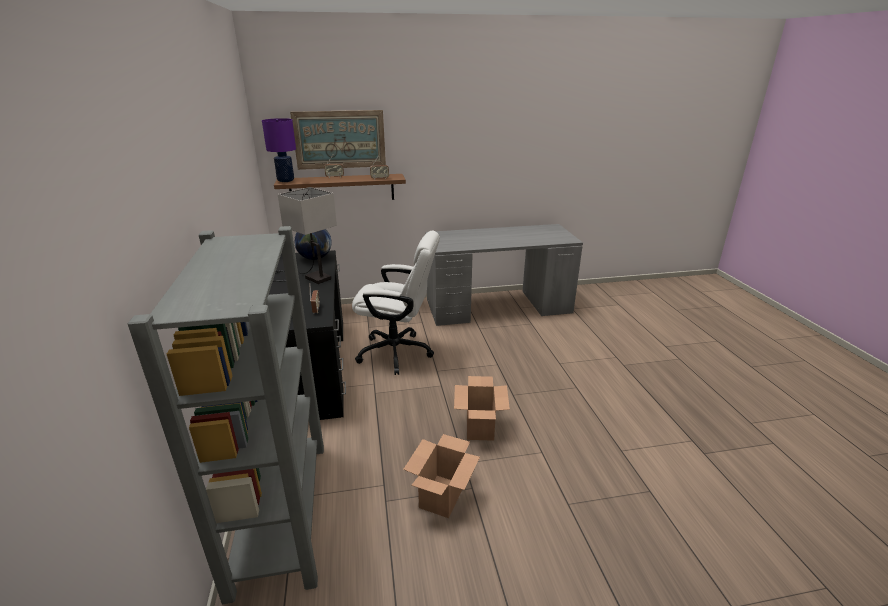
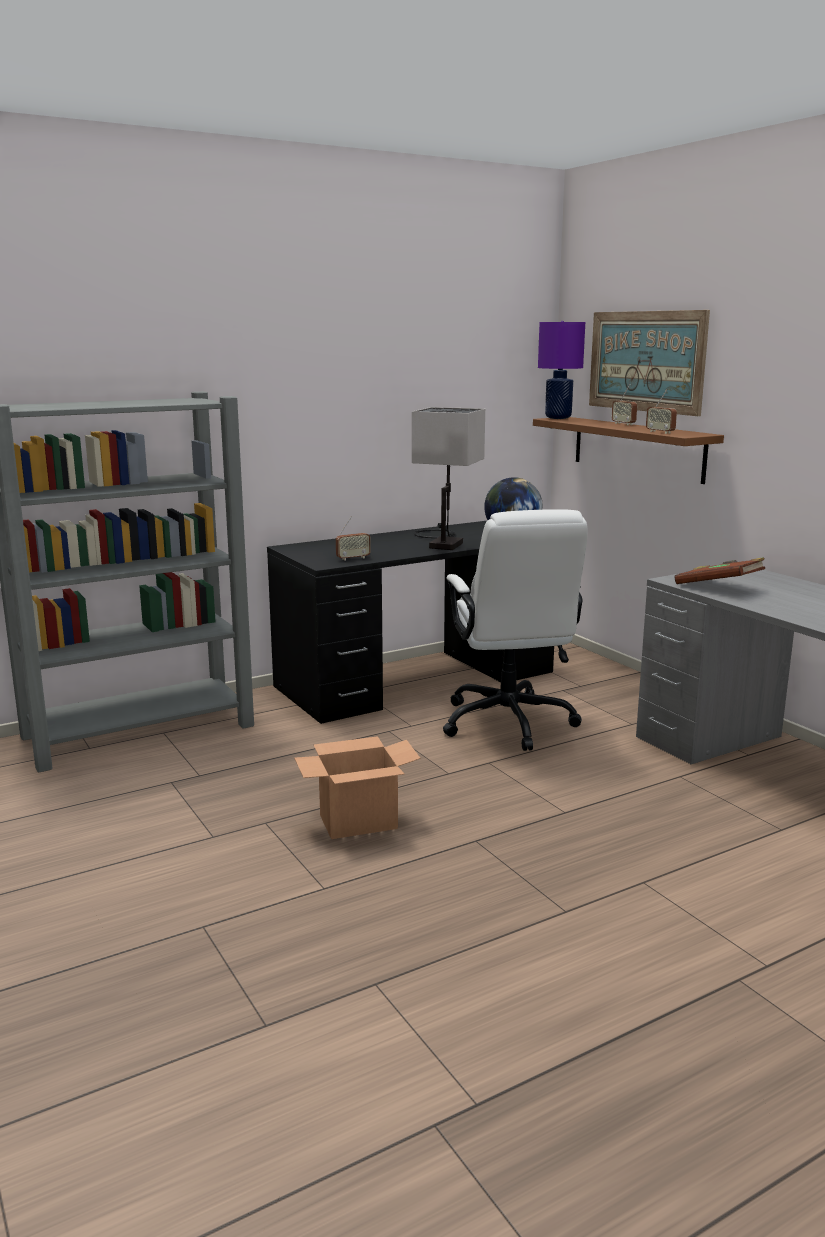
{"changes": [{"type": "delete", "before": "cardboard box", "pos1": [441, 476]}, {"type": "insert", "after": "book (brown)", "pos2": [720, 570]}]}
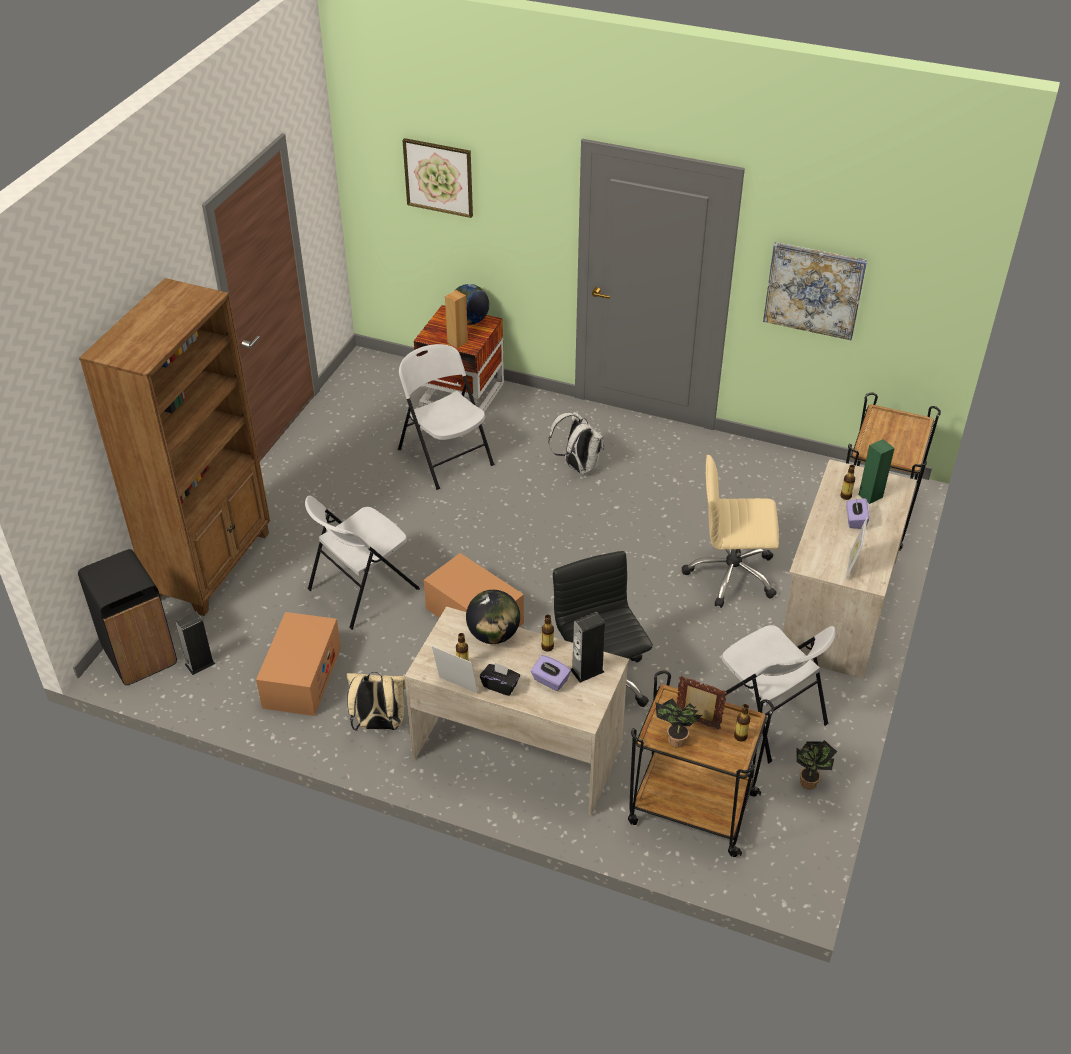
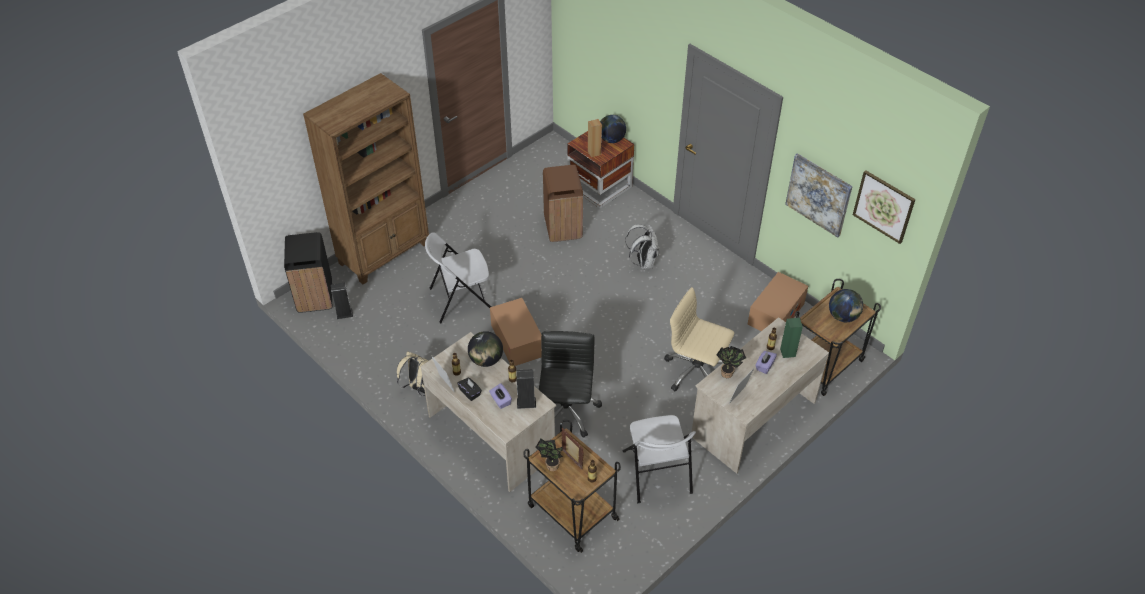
{"changes": [{"type": "insert", "after": "globe", "pos2": [846, 305]}, {"type": "move", "before": "cardboard box", "pos1": [298, 664], "pos2": [777, 301]}, {"type": "move", "before": "picture", "pos1": [438, 178], "pos2": [884, 207]}, {"type": "move", "before": "potted plant", "pos1": [816, 765], "pos2": [731, 362]}, {"type": "replace", "before": "chair (white)", "after": "trash can (brown)", "pos1": [446, 417], "pos2": [563, 203]}]}
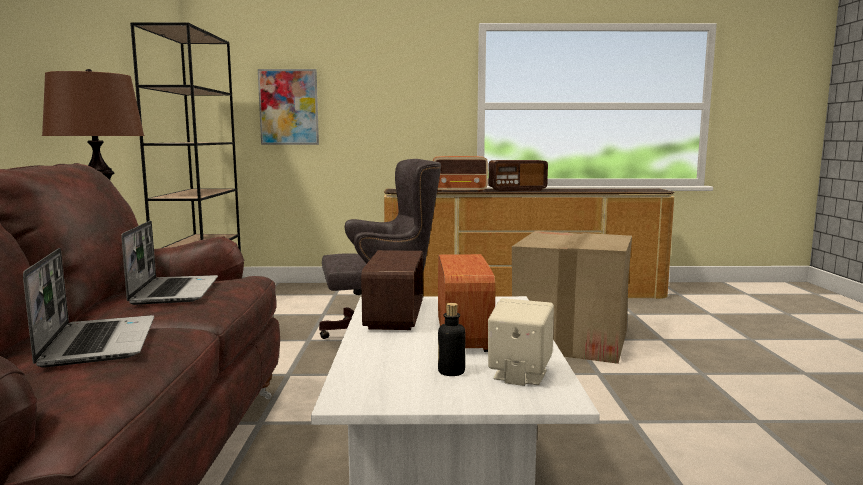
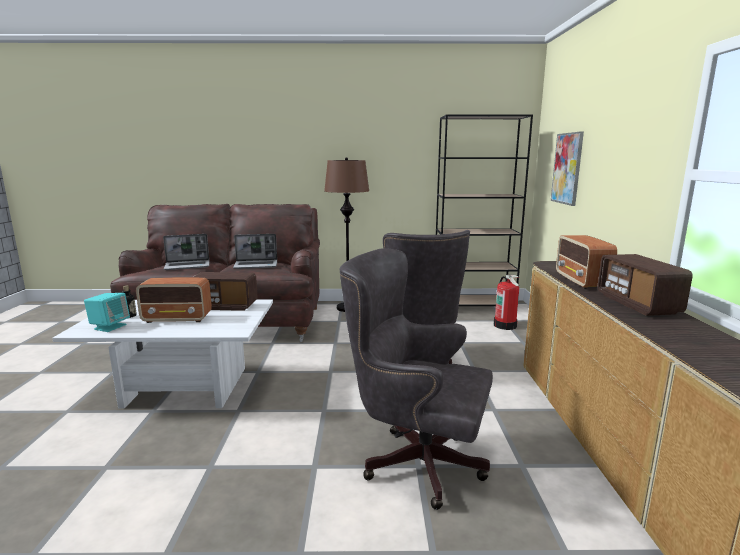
{"changes": [{"type": "insert", "after": "fire extinguisher", "pos2": [506, 302]}, {"type": "replace", "before": "cardboard box", "after": "office chair (grey)", "pos1": [572, 297], "pos2": [416, 379]}, {"type": "recolor", "before": "speaker (beige)", "after": "speaker (turquoise)", "pos1": [521, 342], "pos2": [107, 312]}]}
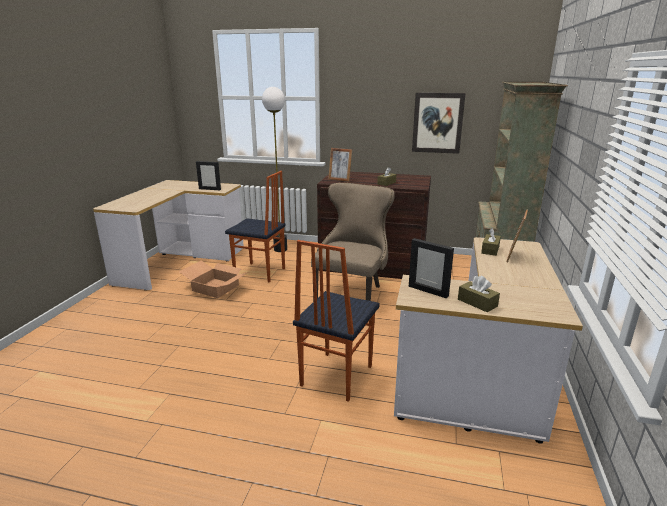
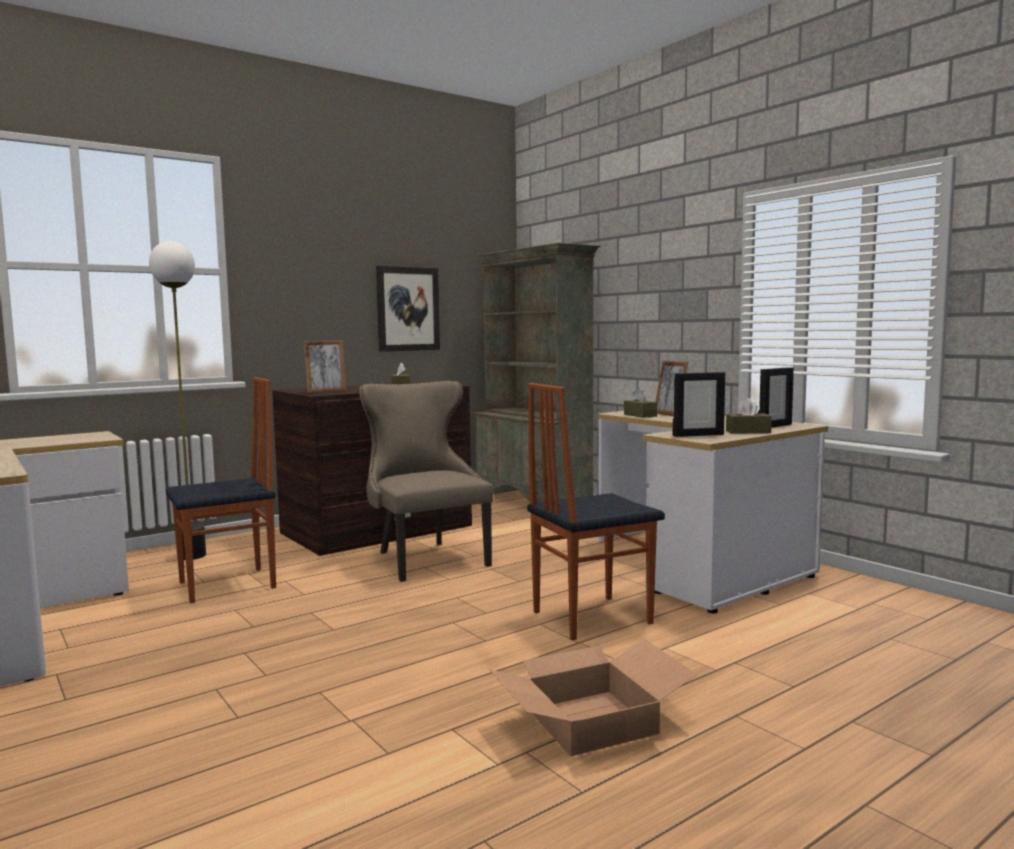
{"changes": [{"type": "move", "before": "cardboard box", "pos1": [214, 279], "pos2": [593, 698]}, {"type": "move", "before": "picture frame", "pos1": [208, 175], "pos2": [775, 397]}, {"type": "rotate", "before": "chair", "pos1": [336, 321], "pos2": [596, 511], "turn": 90}]}
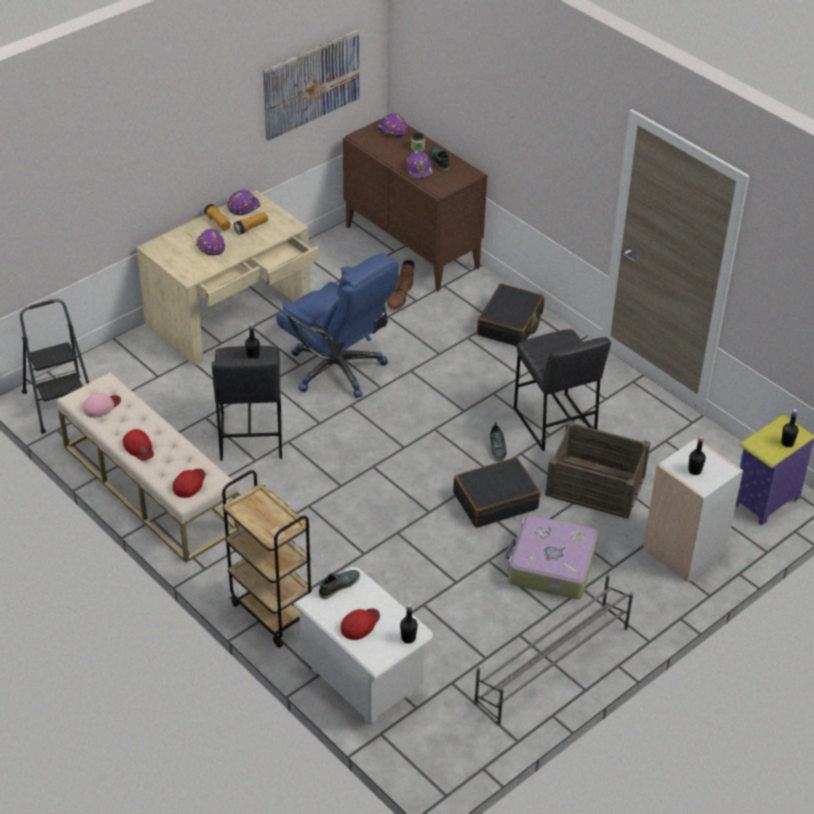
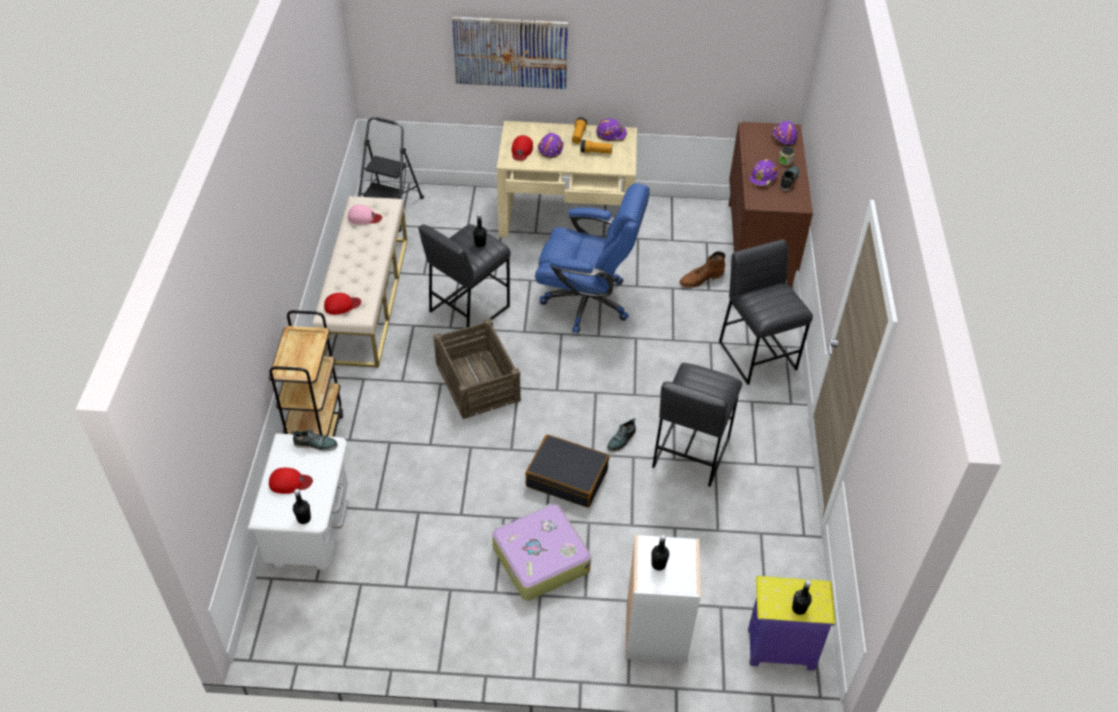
{"changes": [{"type": "delete", "before": "shoe rack (grey)", "pos1": [553, 649]}, {"type": "move", "before": "cap (red)", "pos1": [138, 445], "pos2": [522, 148]}, {"type": "move", "before": "picture", "pos1": [311, 85], "pos2": [510, 52]}, {"type": "move", "before": "crate", "pos1": [598, 469], "pos2": [477, 368]}, {"type": "replace", "before": "suitcase (black)", "after": "stool (grey)", "pos1": [510, 315], "pos2": [766, 312]}, {"type": "rotate", "before": "office chair (blue)", "pos1": [337, 325], "pos2": [592, 258], "turn": -75}]}
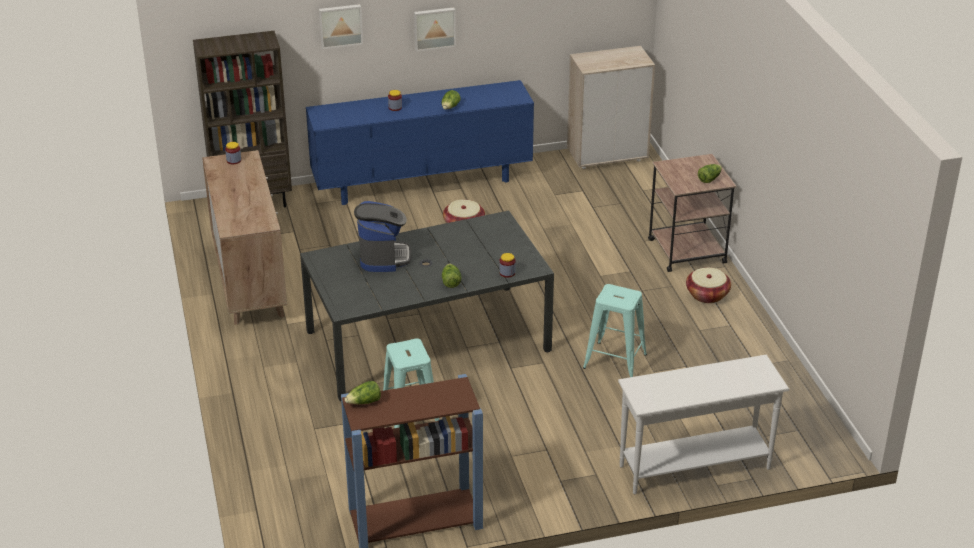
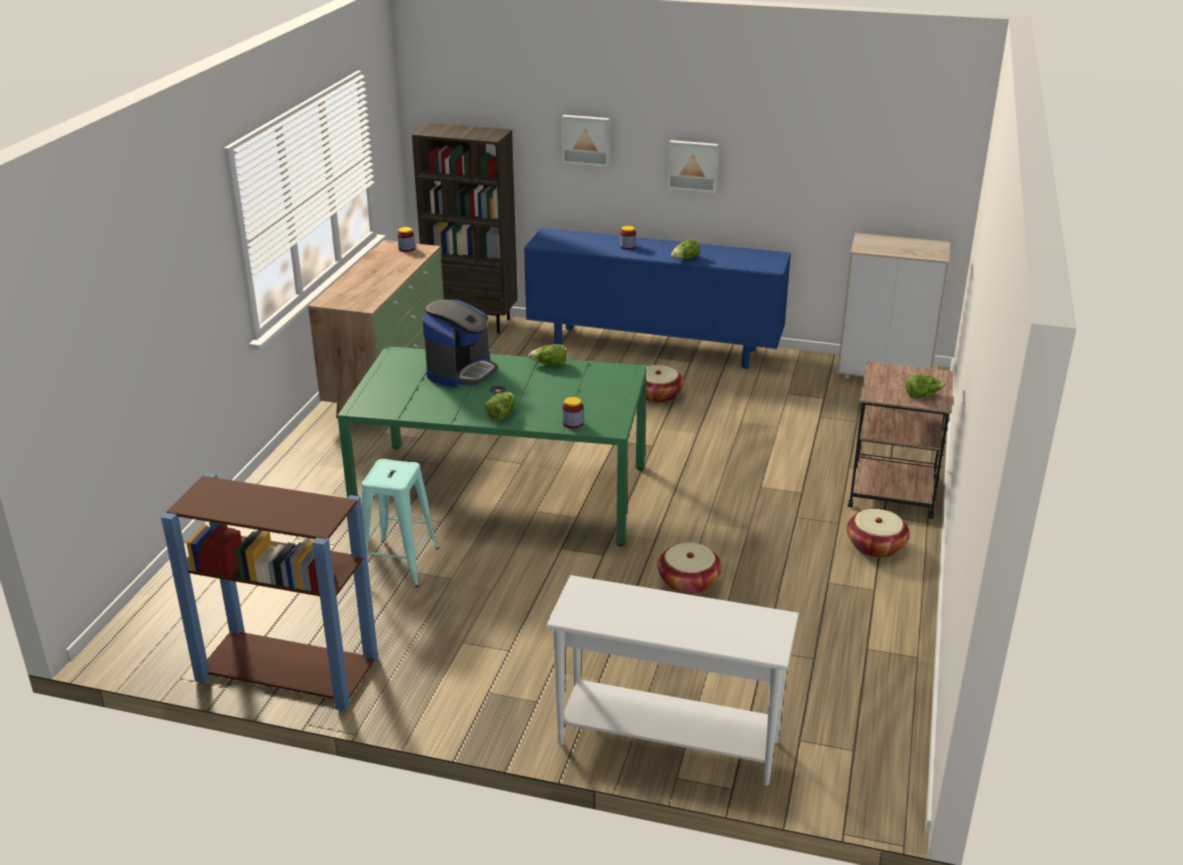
{"changes": [{"type": "move", "before": "lettuce", "pos1": [363, 392], "pos2": [547, 355]}, {"type": "replace", "before": "stool (turquoise)", "after": "basket", "pos1": [615, 330], "pos2": [689, 568]}, {"type": "recolor", "before": "dining table (grey)", "after": "dining table (green)", "pos1": [427, 305], "pos2": [492, 446]}]}
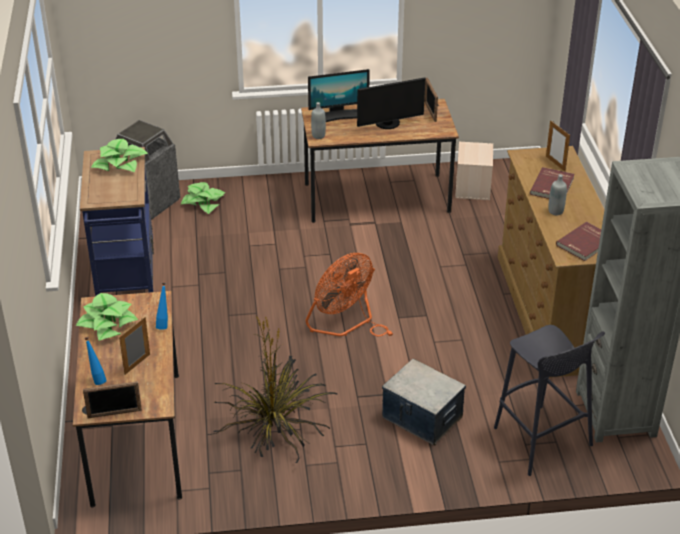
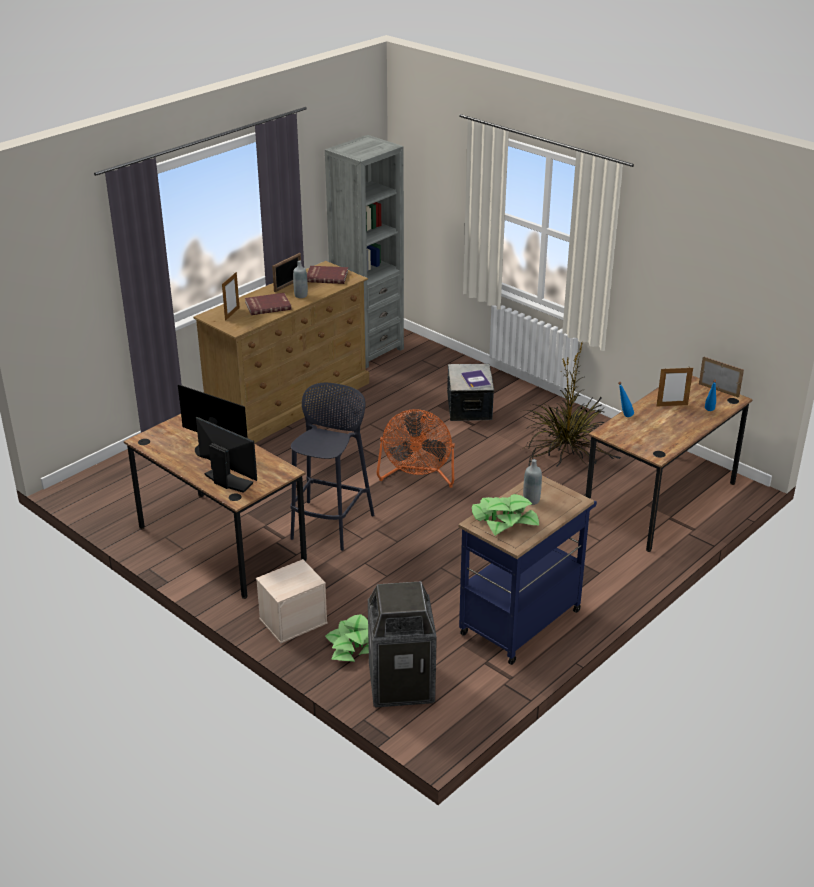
{"changes": [{"type": "delete", "before": "potted plant", "pos1": [107, 317]}, {"type": "insert", "after": "book", "pos2": [476, 379]}, {"type": "move", "before": "bottle (grey)", "pos1": [318, 120], "pos2": [532, 482]}, {"type": "move", "before": "picture frame", "pos1": [431, 100], "pos2": [286, 272]}, {"type": "move", "before": "storage box (beige)", "pos1": [474, 171], "pos2": [292, 601]}, {"type": "move", "before": "stool (grey)", "pos1": [549, 400], "pos2": [332, 467]}]}
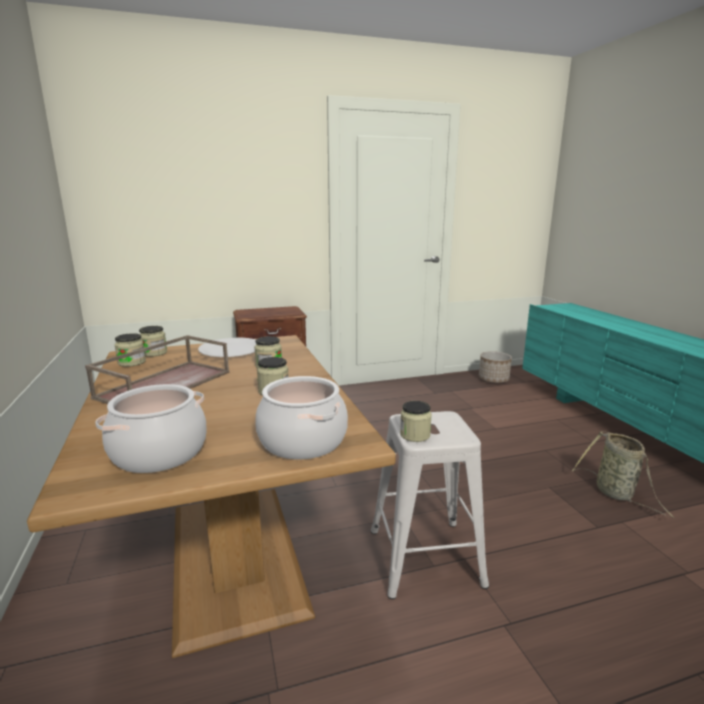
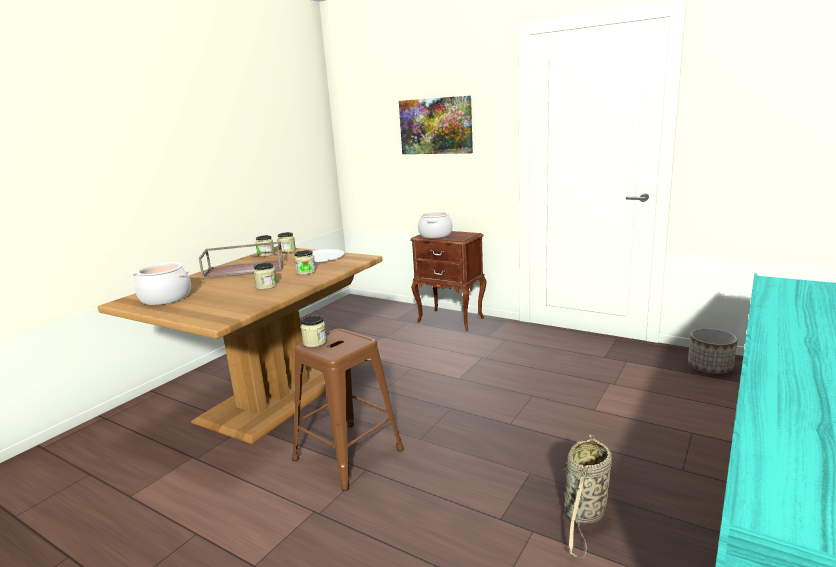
{"changes": [{"type": "insert", "after": "picture", "pos2": [436, 125]}, {"type": "move", "before": "cooking pot", "pos1": [301, 417], "pos2": [435, 224]}, {"type": "recolor", "before": "stool (white)", "after": "stool (brown)", "pos1": [430, 505], "pos2": [348, 410]}]}
